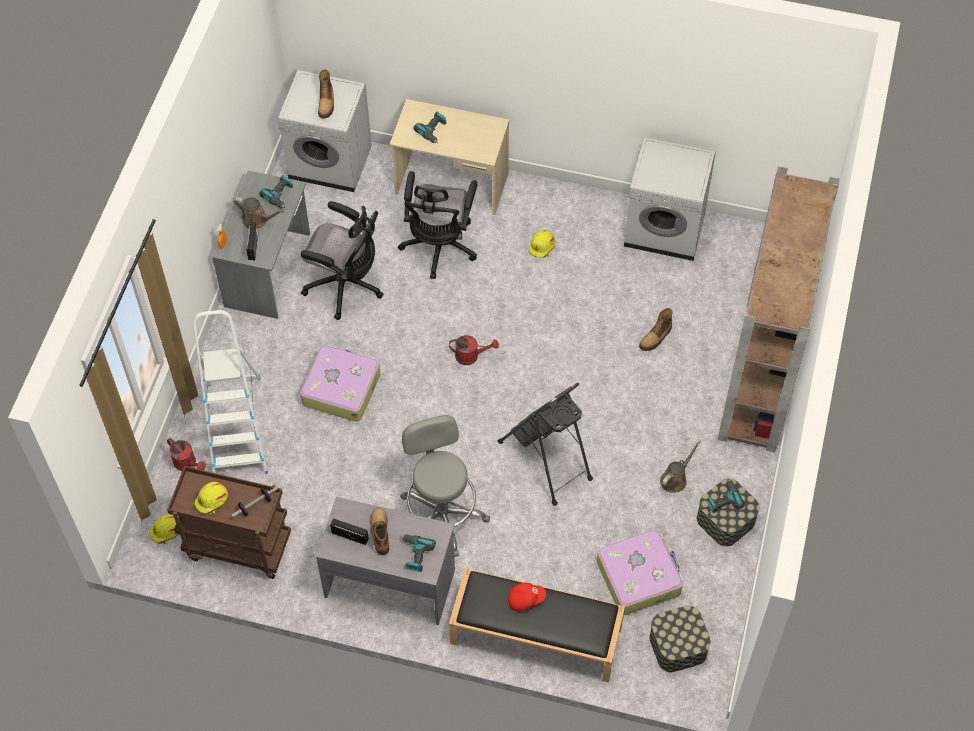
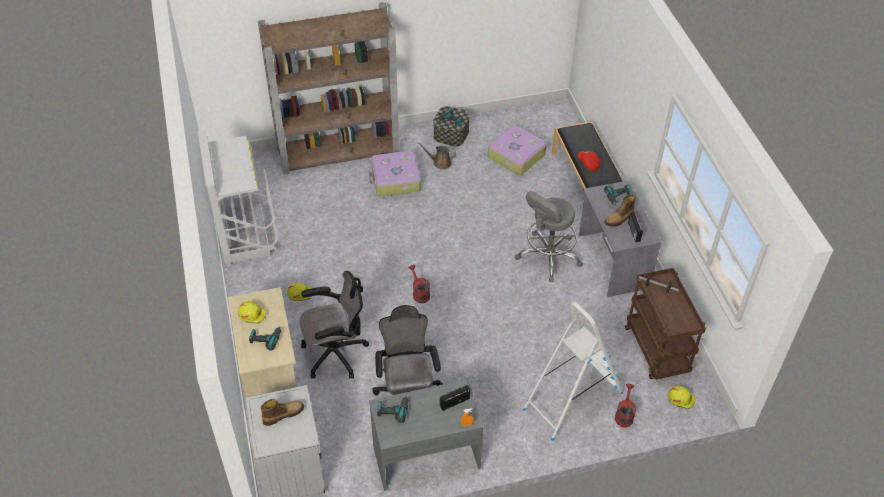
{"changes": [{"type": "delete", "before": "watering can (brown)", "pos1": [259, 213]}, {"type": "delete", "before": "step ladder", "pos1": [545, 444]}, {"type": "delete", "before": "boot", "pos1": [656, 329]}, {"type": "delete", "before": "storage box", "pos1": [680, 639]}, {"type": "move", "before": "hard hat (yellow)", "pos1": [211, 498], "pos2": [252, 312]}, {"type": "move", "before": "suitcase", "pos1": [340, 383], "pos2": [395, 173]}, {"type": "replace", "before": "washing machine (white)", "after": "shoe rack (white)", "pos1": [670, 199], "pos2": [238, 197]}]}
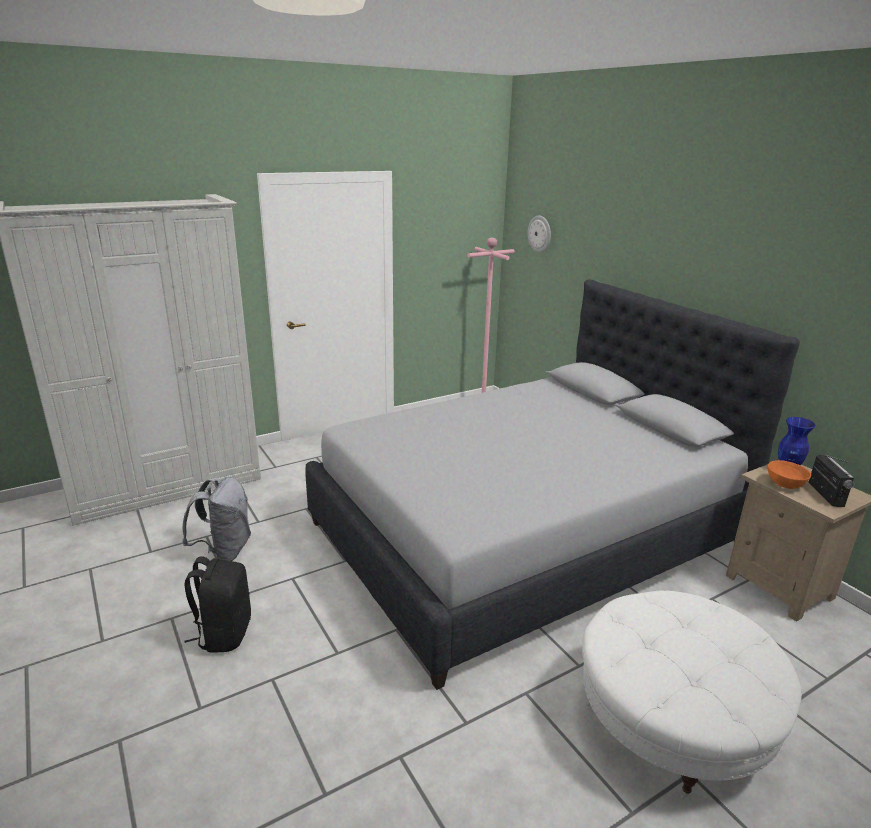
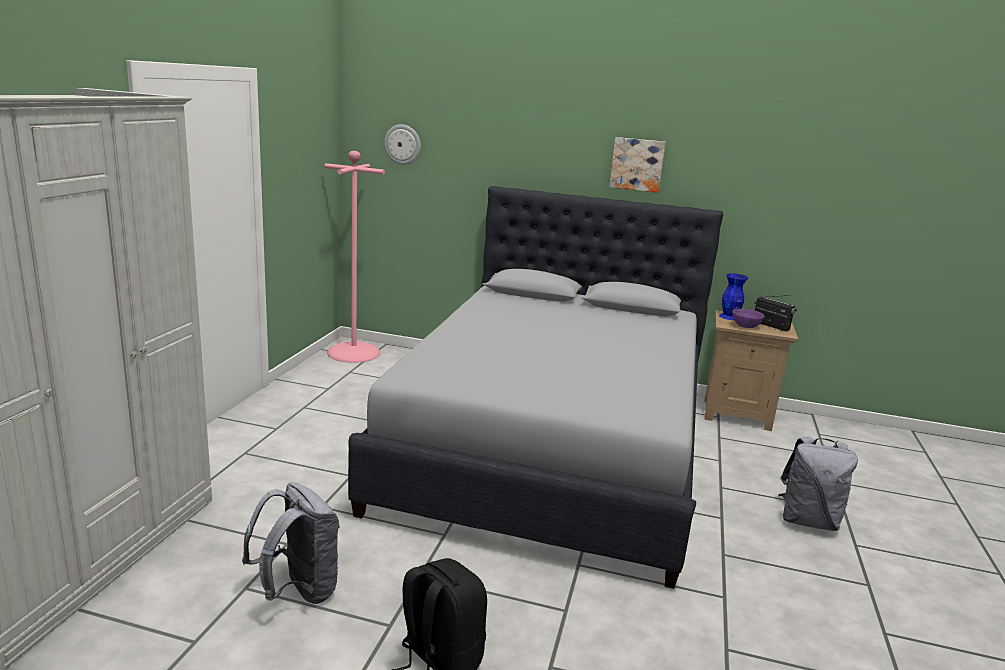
{"changes": [{"type": "insert", "after": "picture", "pos2": [637, 165]}, {"type": "replace", "before": "ottoman (white)", "after": "backpack (grey)", "pos1": [692, 695], "pos2": [818, 483]}, {"type": "recolor", "before": "bowl (orange)", "after": "bowl (purple)", "pos1": [789, 474], "pos2": [748, 318]}]}
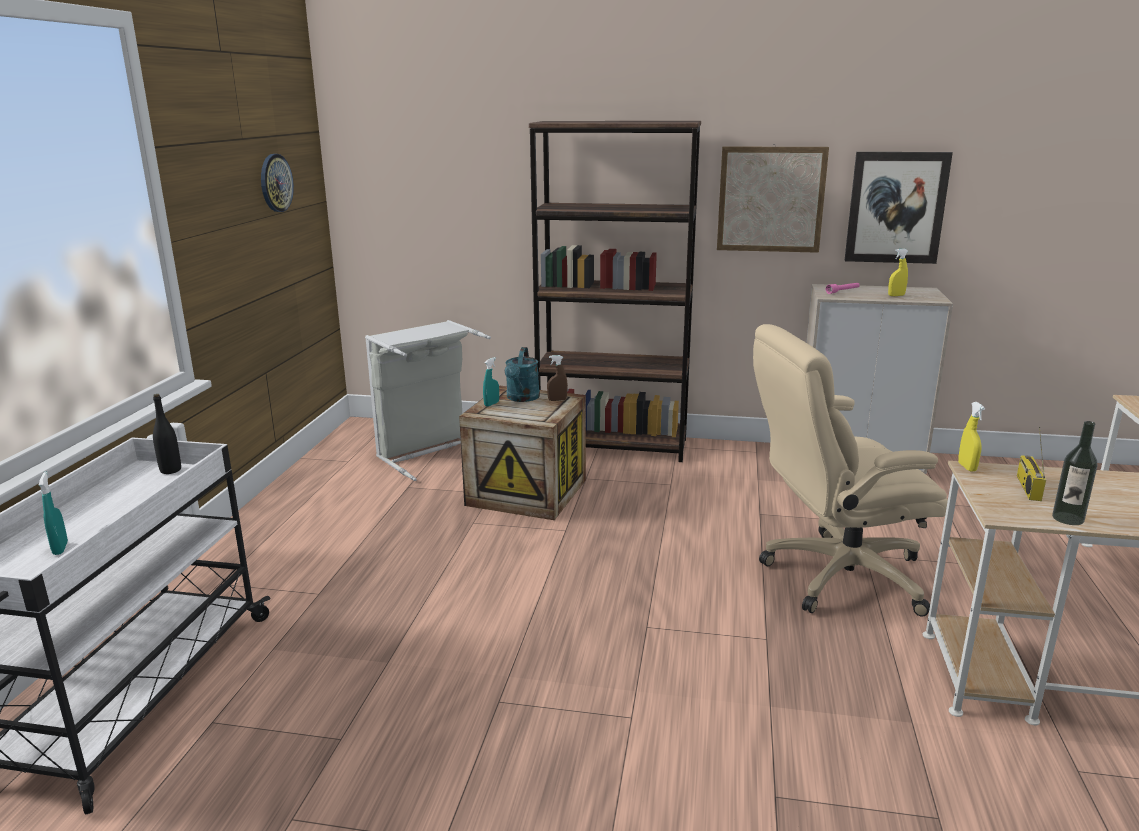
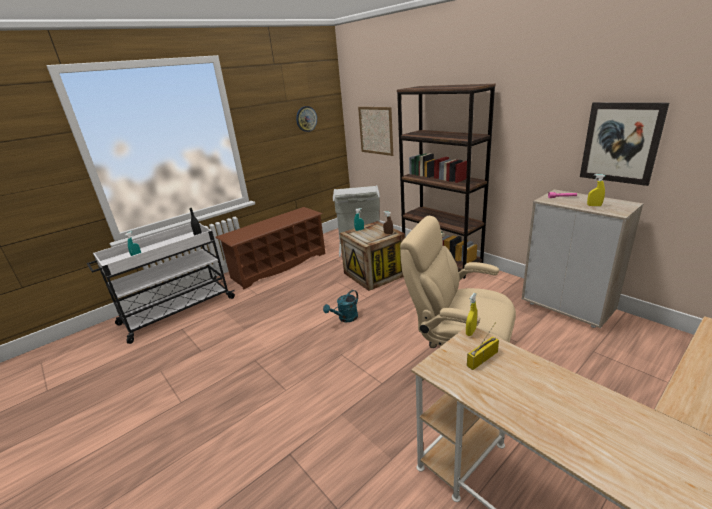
{"changes": [{"type": "delete", "before": "bottle", "pos1": [1074, 473]}, {"type": "insert", "after": "shoe rack (brown)", "pos2": [270, 248]}, {"type": "move", "before": "watering can (turquoise)", "pos1": [522, 374], "pos2": [340, 306]}, {"type": "move", "before": "picture", "pos1": [773, 199], "pos2": [375, 131]}]}
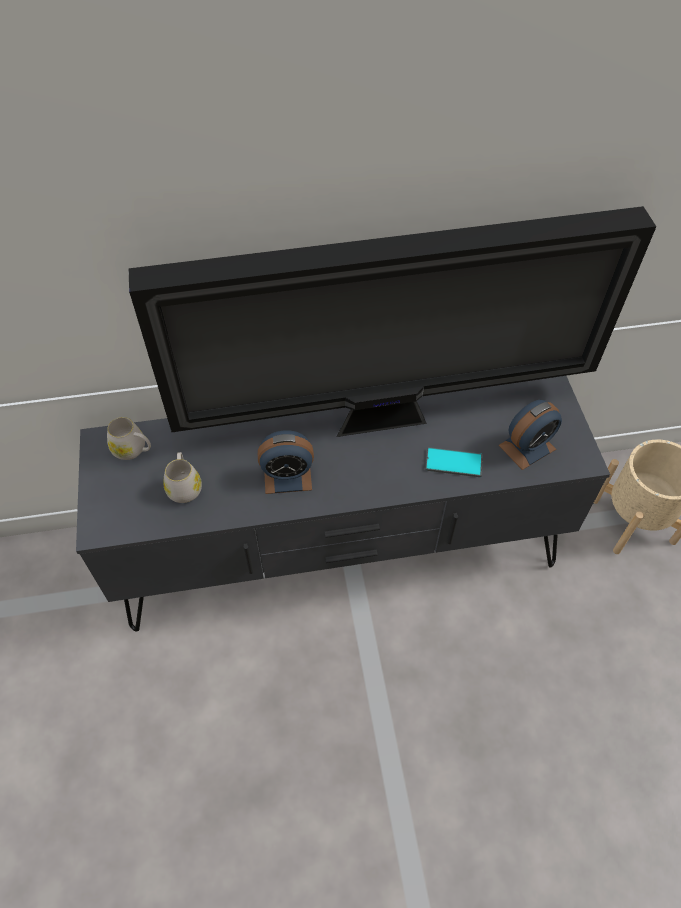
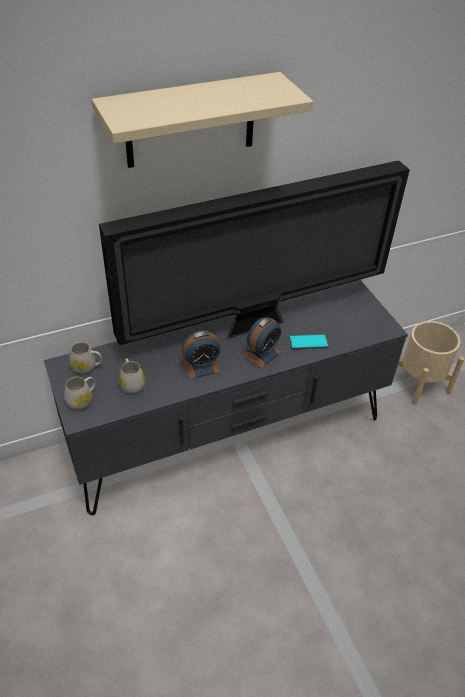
{"changes": [{"type": "insert", "after": "mug (white)", "pos2": [79, 393]}, {"type": "insert", "after": "shelf (beige)", "pos2": [202, 120]}, {"type": "move", "before": "alarm clock", "pos1": [530, 435], "pos2": [262, 342]}]}
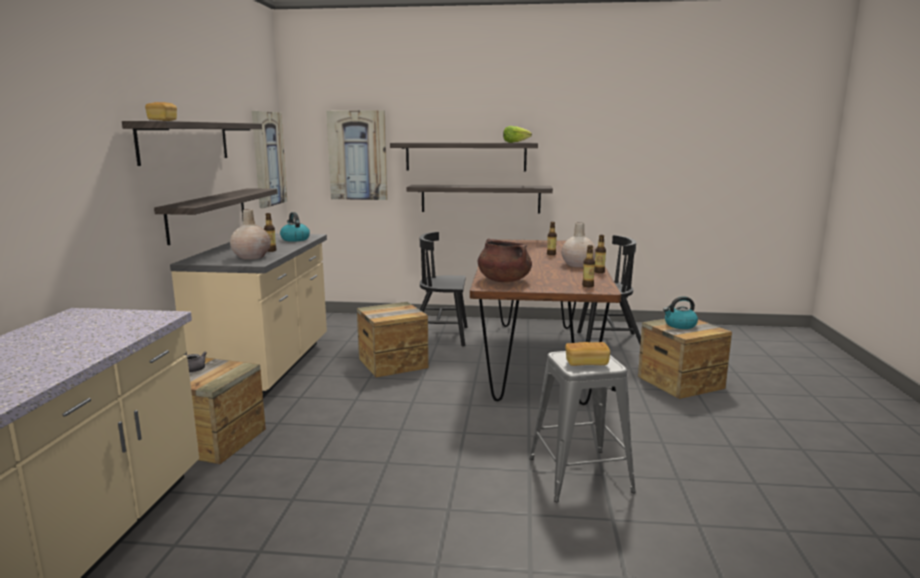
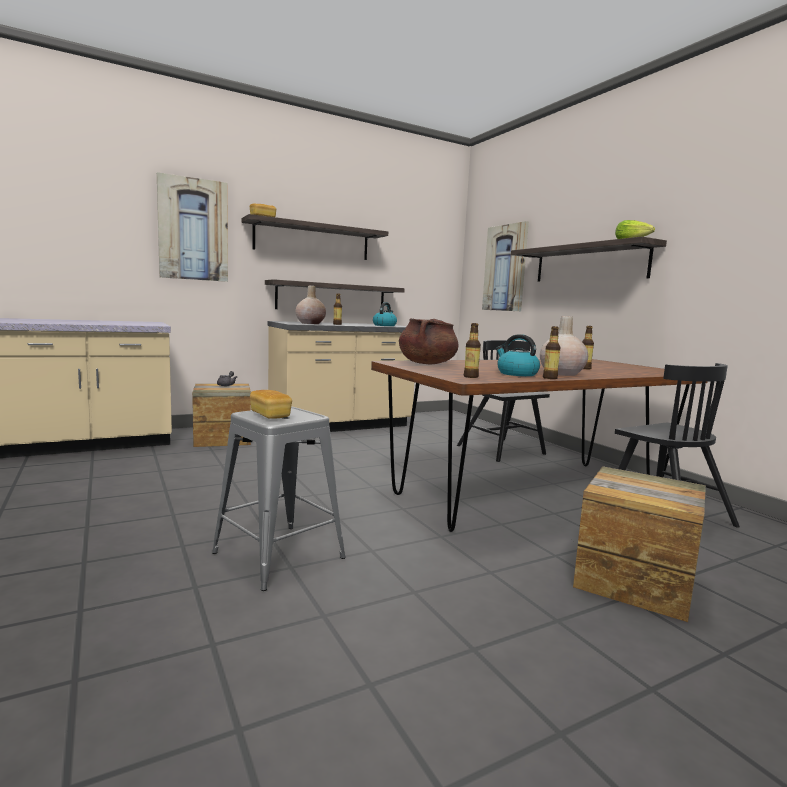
{"changes": [{"type": "delete", "before": "crate", "pos1": [393, 339]}, {"type": "delete", "before": "shelf", "pos1": [479, 199]}, {"type": "move", "before": "picture", "pos1": [269, 159], "pos2": [192, 227]}, {"type": "move", "before": "kettle", "pos1": [680, 312], "pos2": [518, 355]}]}
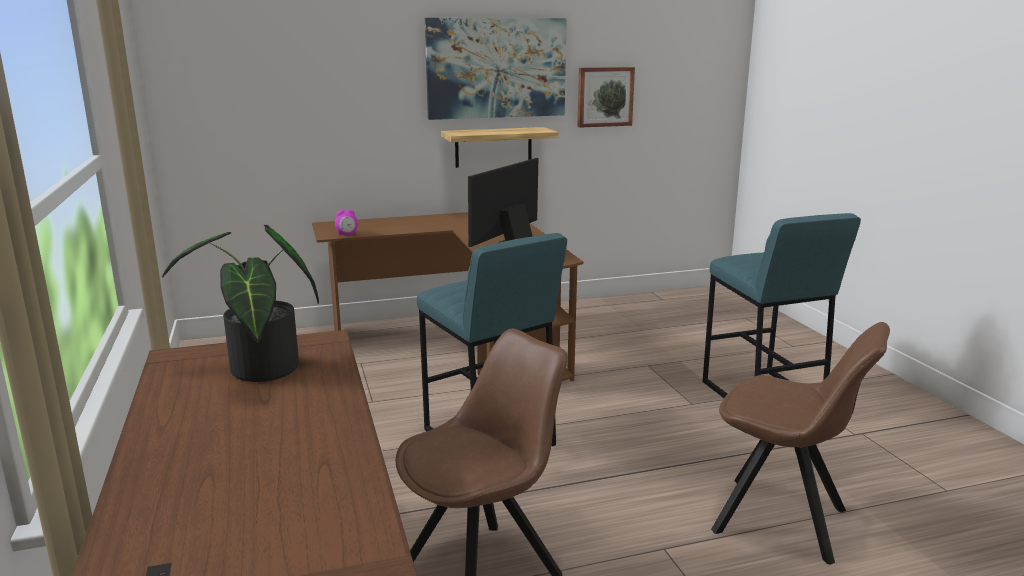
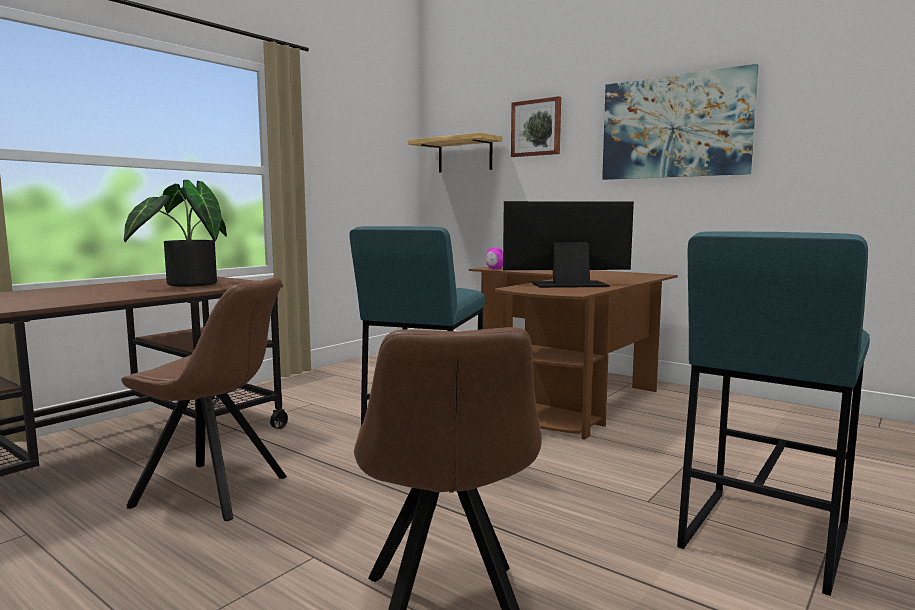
{"changes": [{"type": "move", "before": "shelf", "pos1": [500, 147], "pos2": [455, 153]}, {"type": "move", "before": "picture", "pos1": [606, 97], "pos2": [536, 126]}]}
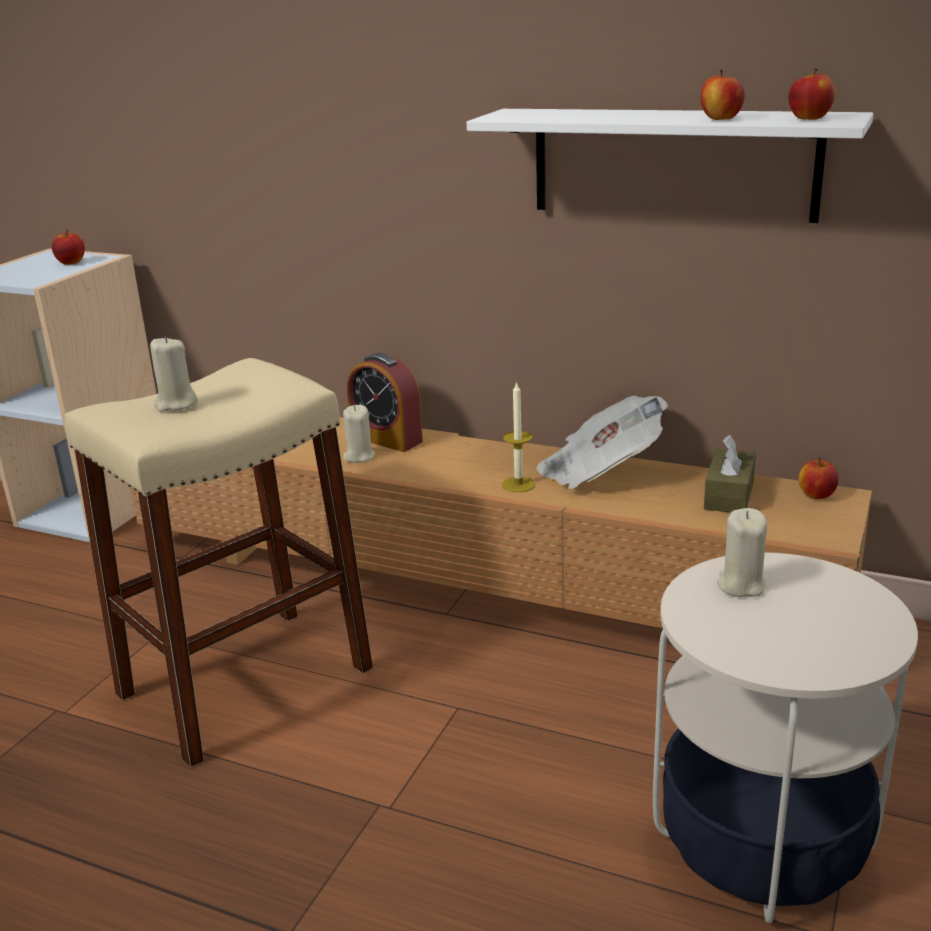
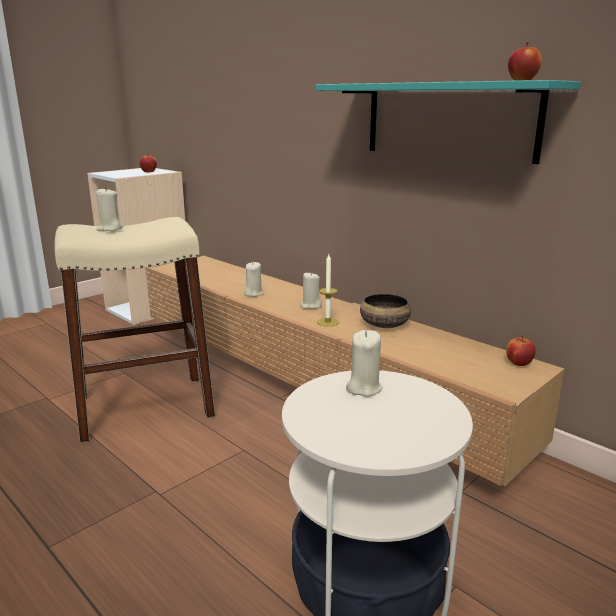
{"changes": [{"type": "delete", "before": "alarm clock", "pos1": [385, 402]}, {"type": "delete", "before": "apple", "pos1": [722, 94]}, {"type": "delete", "before": "tissue box (brown)", "pos1": [730, 474]}, {"type": "insert", "after": "candle (beige)", "pos2": [311, 290]}, {"type": "replace", "before": "newspaper", "after": "bowl", "pos1": [602, 442], "pos2": [385, 311]}, {"type": "recolor", "before": "shelf (white)", "after": "shelf (turquoise)", "pos1": [670, 166], "pos2": [448, 122]}]}
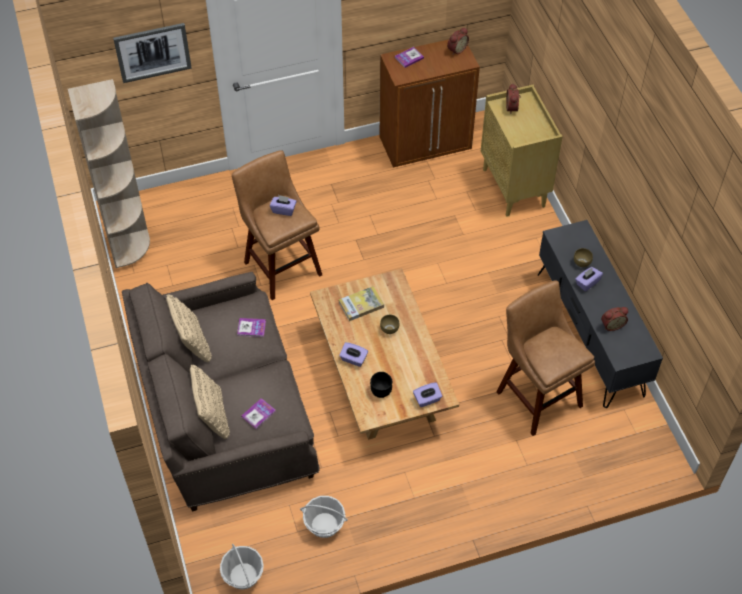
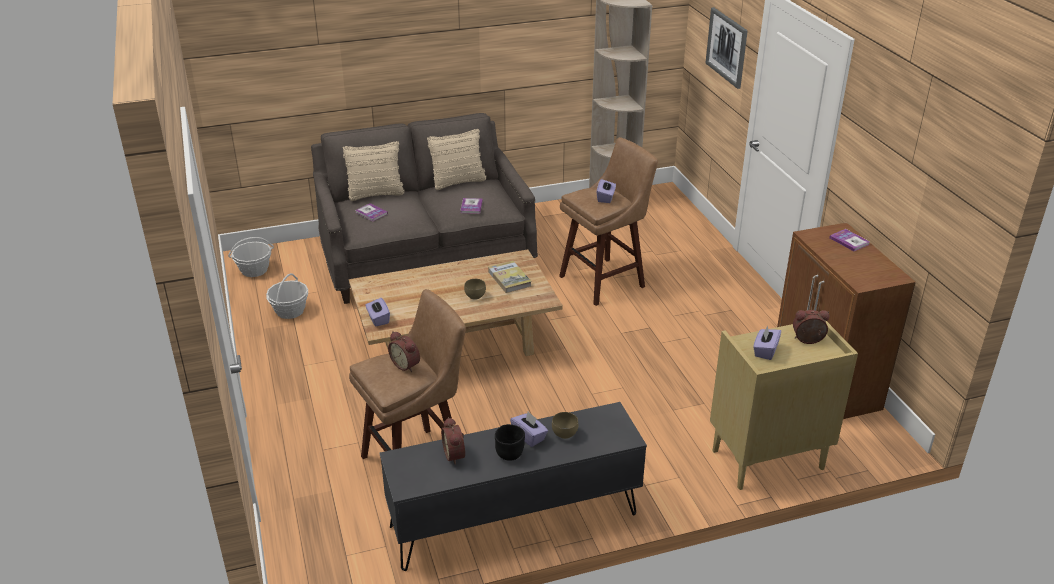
{"changes": [{"type": "move", "before": "tissue box (purple)", "pos1": [353, 354], "pos2": [767, 342]}, {"type": "move", "before": "bowl (black)", "pos1": [381, 385], "pos2": [510, 442]}, {"type": "move", "before": "alarm clock", "pos1": [458, 41], "pos2": [404, 352]}]}
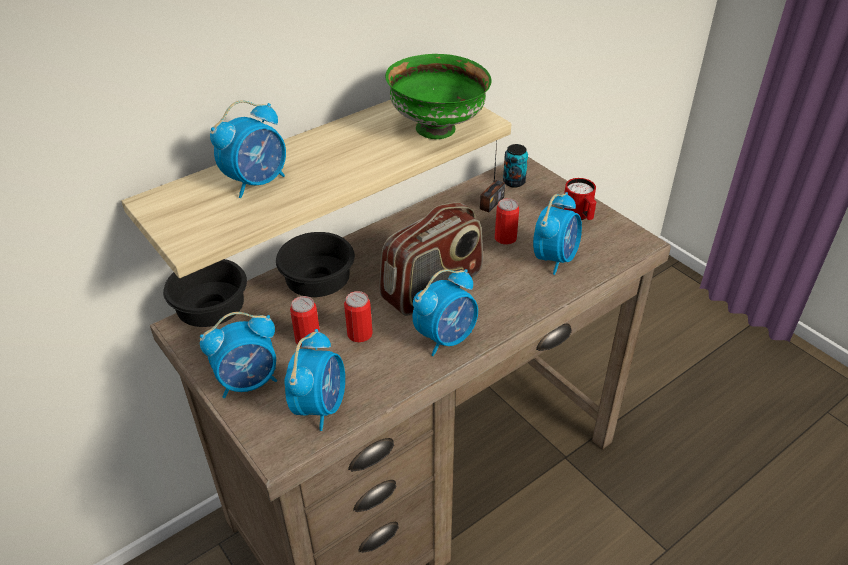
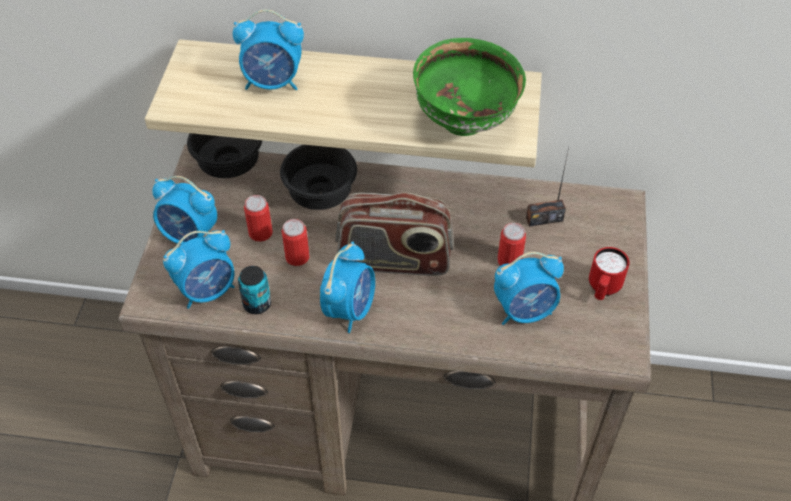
{"changes": [{"type": "move", "before": "can", "pos1": [515, 166], "pos2": [254, 290]}, {"type": "rotate", "before": "alarm clock", "pos1": [445, 312], "pos2": [347, 287], "turn": -75}]}
